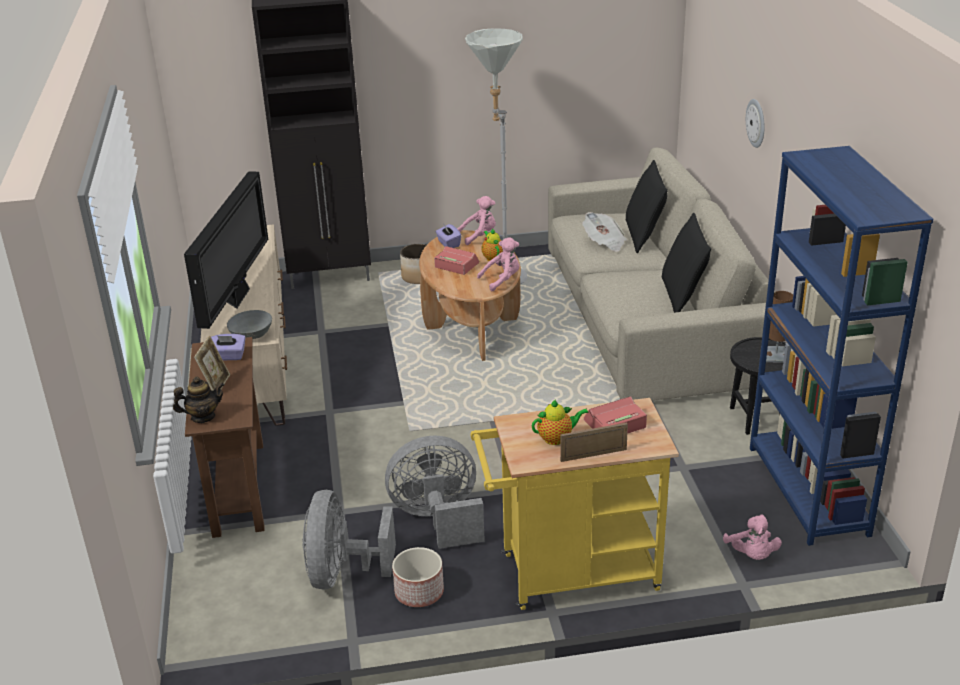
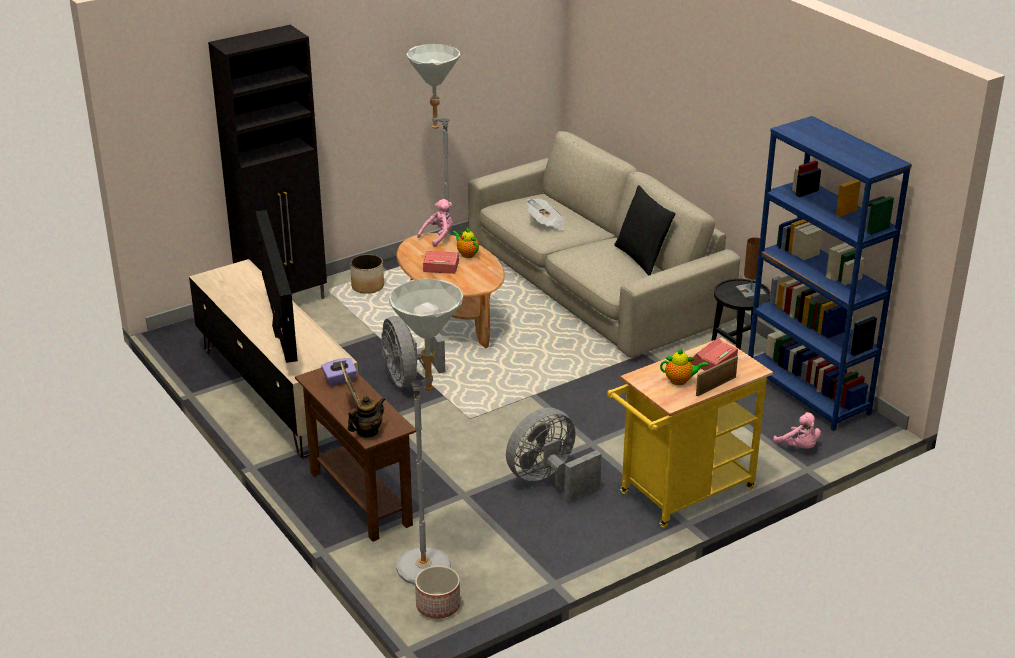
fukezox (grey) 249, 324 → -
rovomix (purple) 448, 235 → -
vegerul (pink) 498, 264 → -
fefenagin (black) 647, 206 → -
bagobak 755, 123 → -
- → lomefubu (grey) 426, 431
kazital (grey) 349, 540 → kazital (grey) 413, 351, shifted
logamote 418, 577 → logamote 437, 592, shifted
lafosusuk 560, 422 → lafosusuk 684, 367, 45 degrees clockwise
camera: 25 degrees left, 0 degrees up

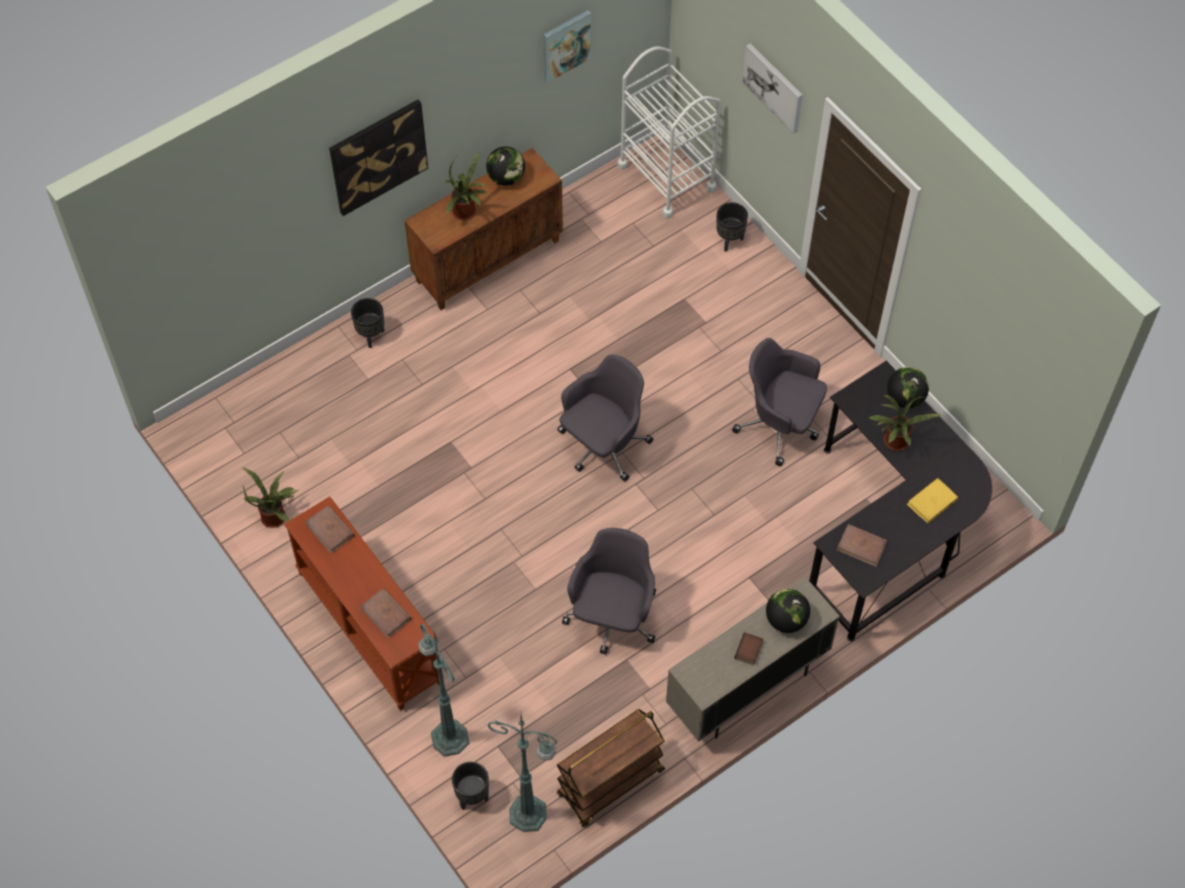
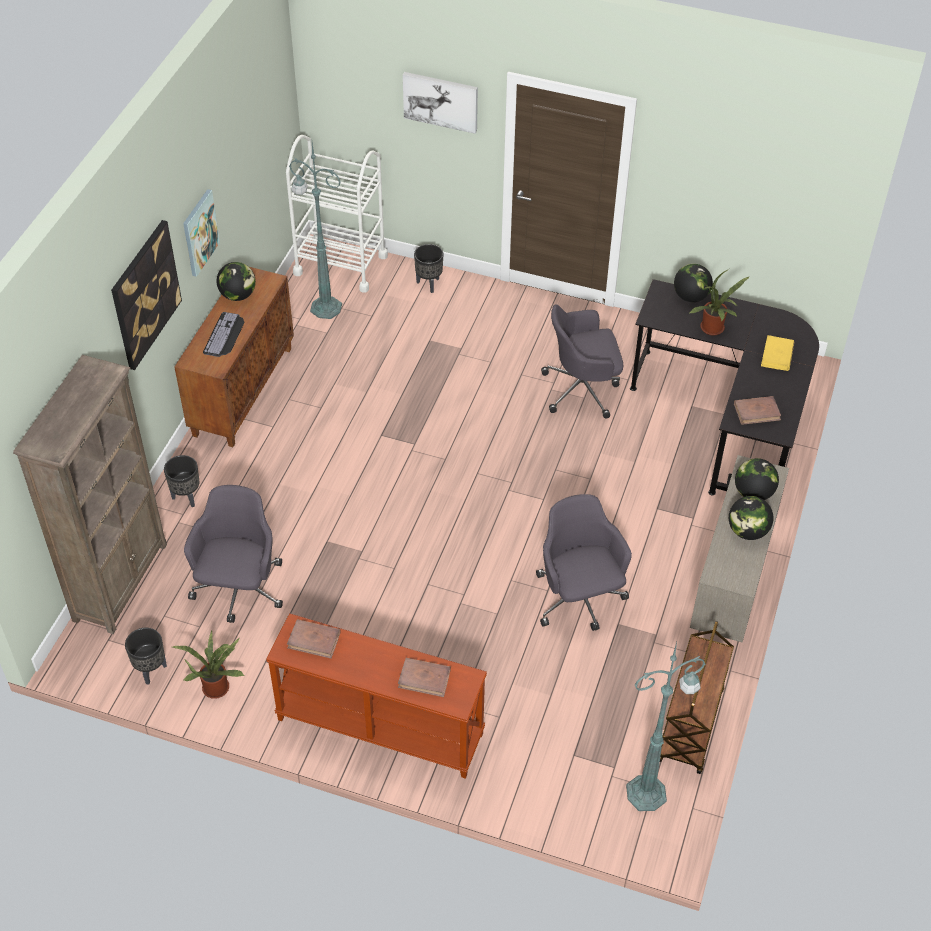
- → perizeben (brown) 90, 494
lomefubu (green) 443, 690 → lomefubu (green) 315, 231, shifted
logamote (black) 470, 786 → logamote (black) 146, 656, shifted
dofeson 567, 46 → dofeson 201, 233, shifted
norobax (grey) 605, 417 → norobax (grey) 233, 554, shifted
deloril 466, 185 → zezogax 224, 334
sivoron 748, 649 → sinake 751, 518
camera: 35 degrees left, 10 degrees down

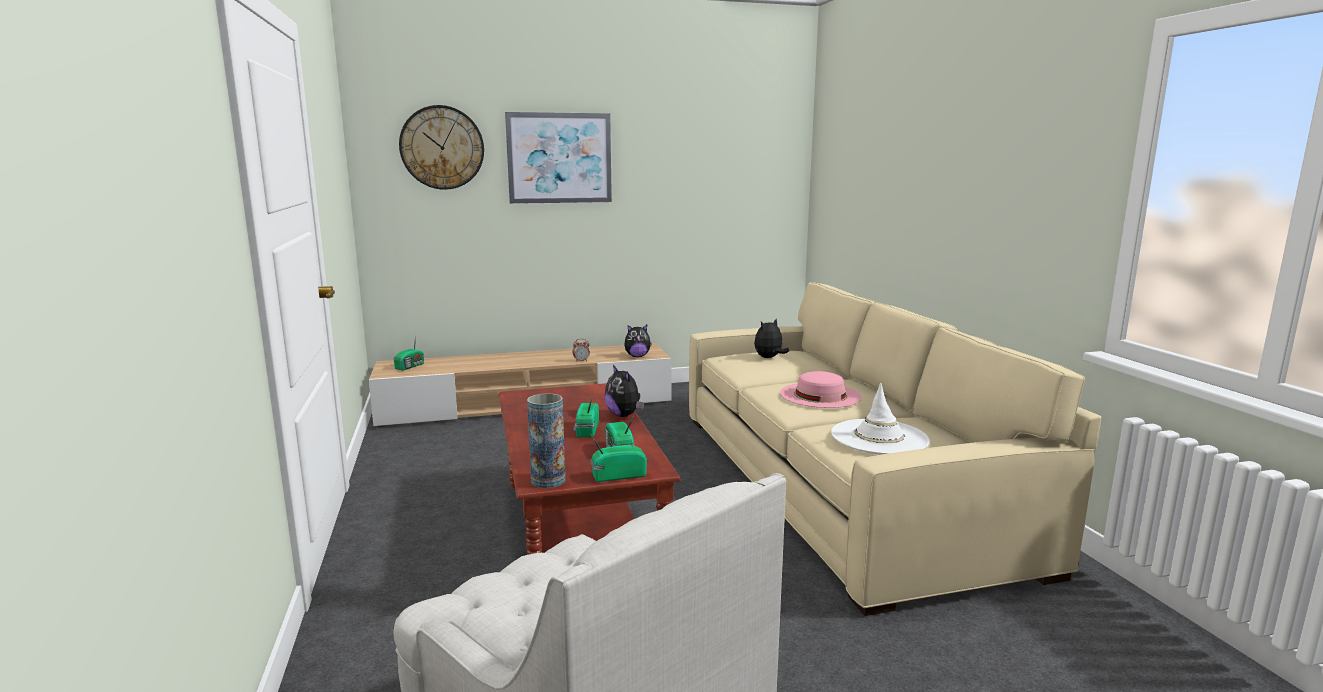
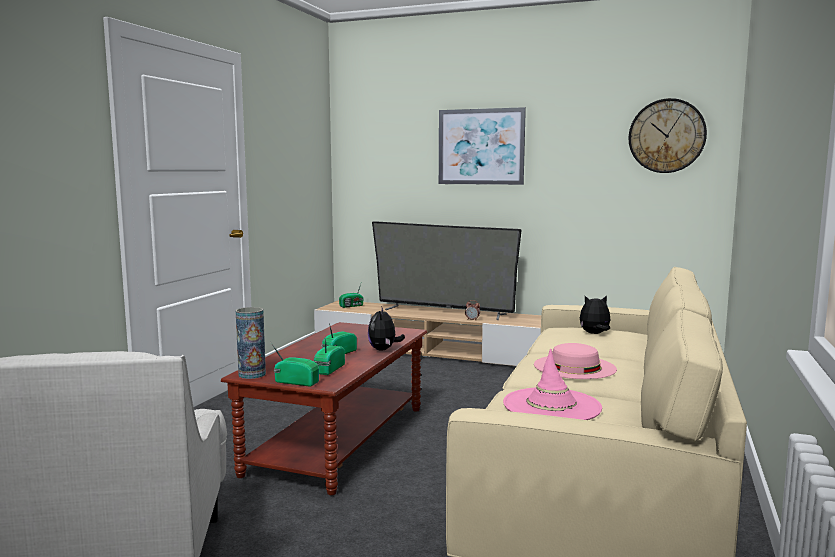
vegerul 638, 341 → -
- → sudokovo 447, 270
bagobak 441, 147 → bagobak 668, 135, shifted
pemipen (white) 880, 419 → pemipen (pink) 552, 384
camera: 35 degrees right, 5 degrees down

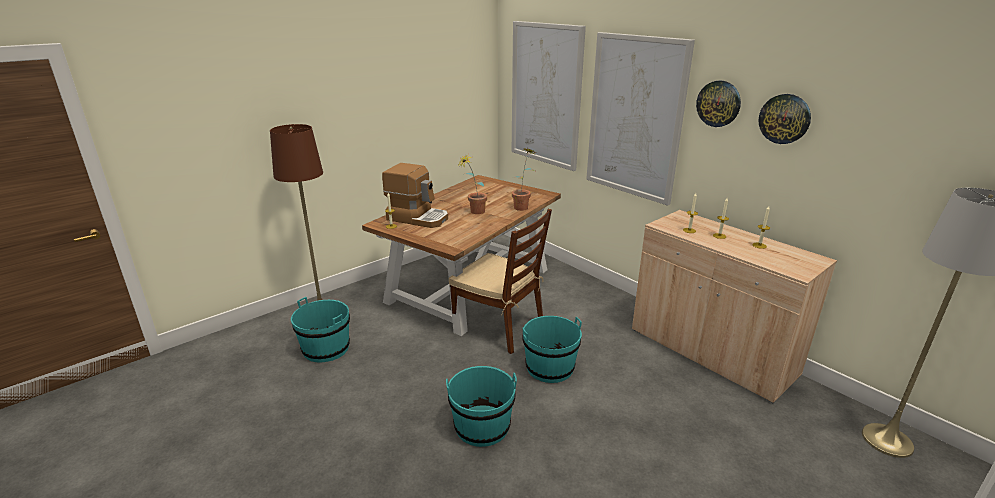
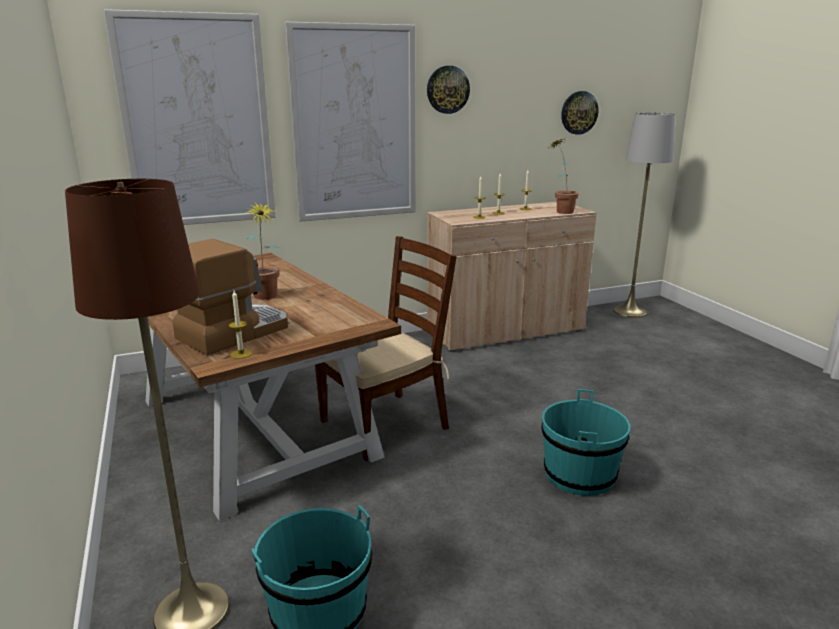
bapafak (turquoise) 552, 349 → -
deloril 523, 179 → deloril 564, 176, shifted
bagobak 784, 119 → bagobak 579, 113, shifted
camera: 70 degrees left, 5 degrees down

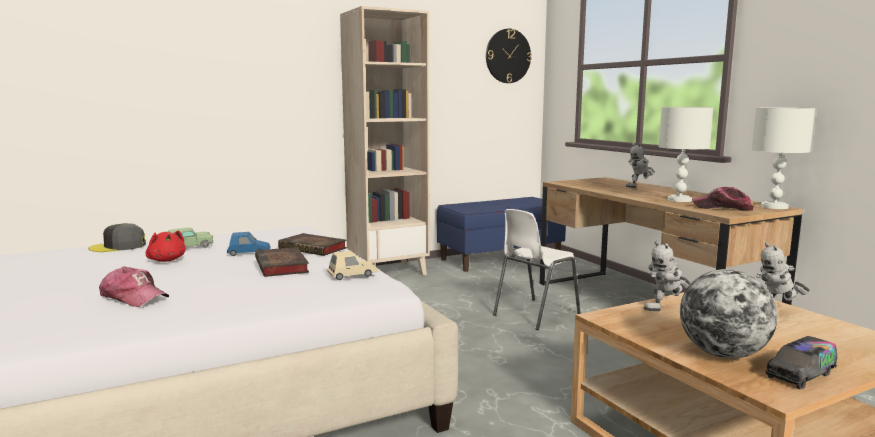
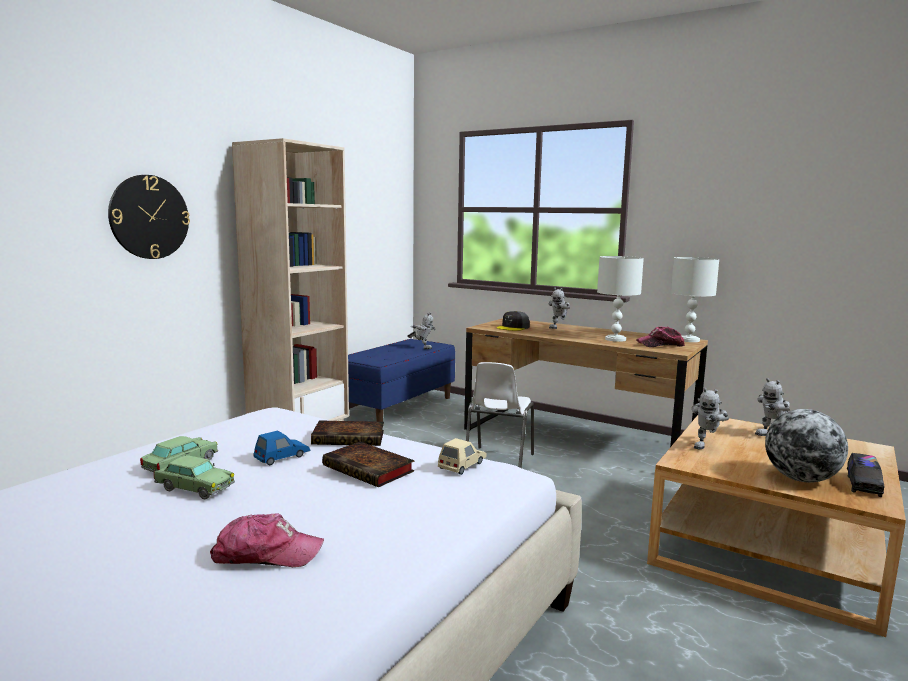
- → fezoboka 421, 330
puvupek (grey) 117, 237 → puvupek (grey) 513, 321, shifted
bagobak 509, 56 → bagobak 149, 217, shifted
vegerul (red) 166, 246 → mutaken 194, 477
camera: 30 degrees left, 0 degrees up

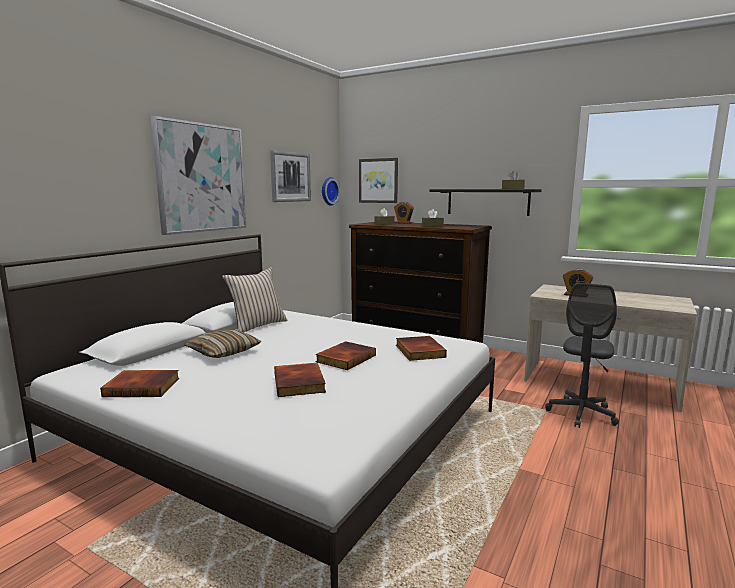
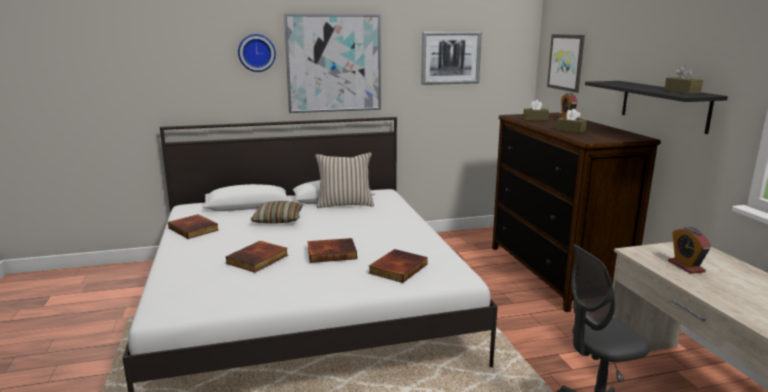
bagobak 331, 191 → bagobak 257, 53, shifted
camera: 45 degrees right, 5 degrees up

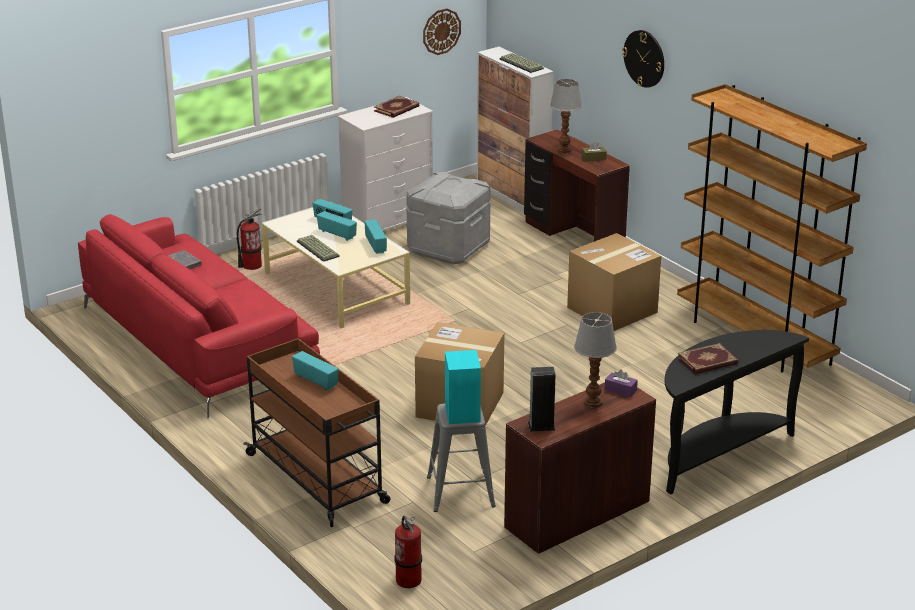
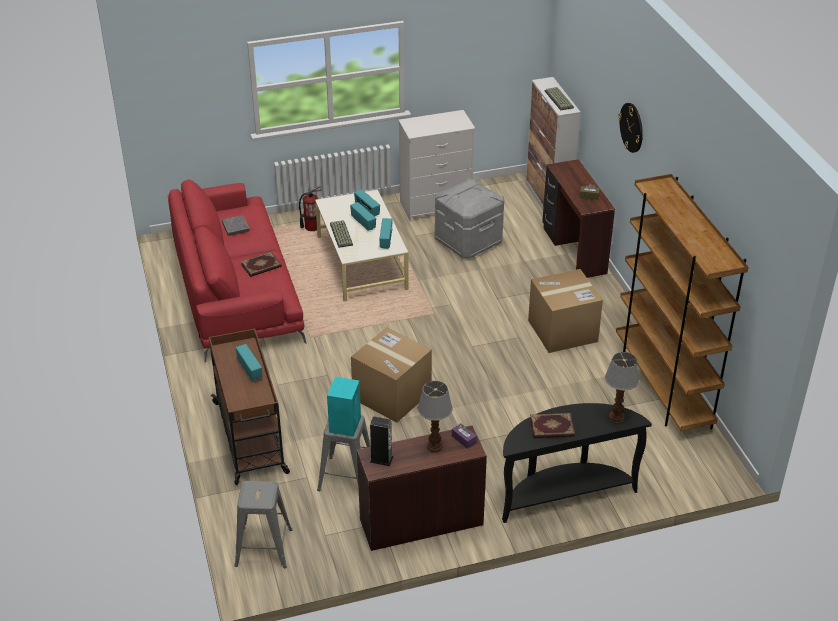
bagobak 442, 32 → -
sivoron 396, 107 → sivoron 261, 264, shifted
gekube 566, 116 → gekube 622, 387, shifted
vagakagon 408, 552 → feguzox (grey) 263, 524
camera: 20 degrees right, 10 degrees up

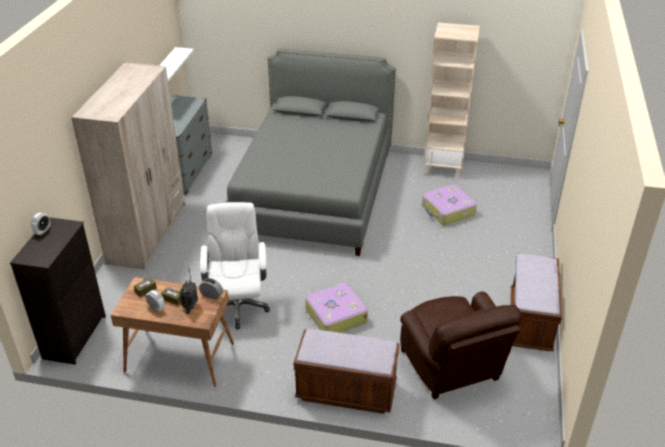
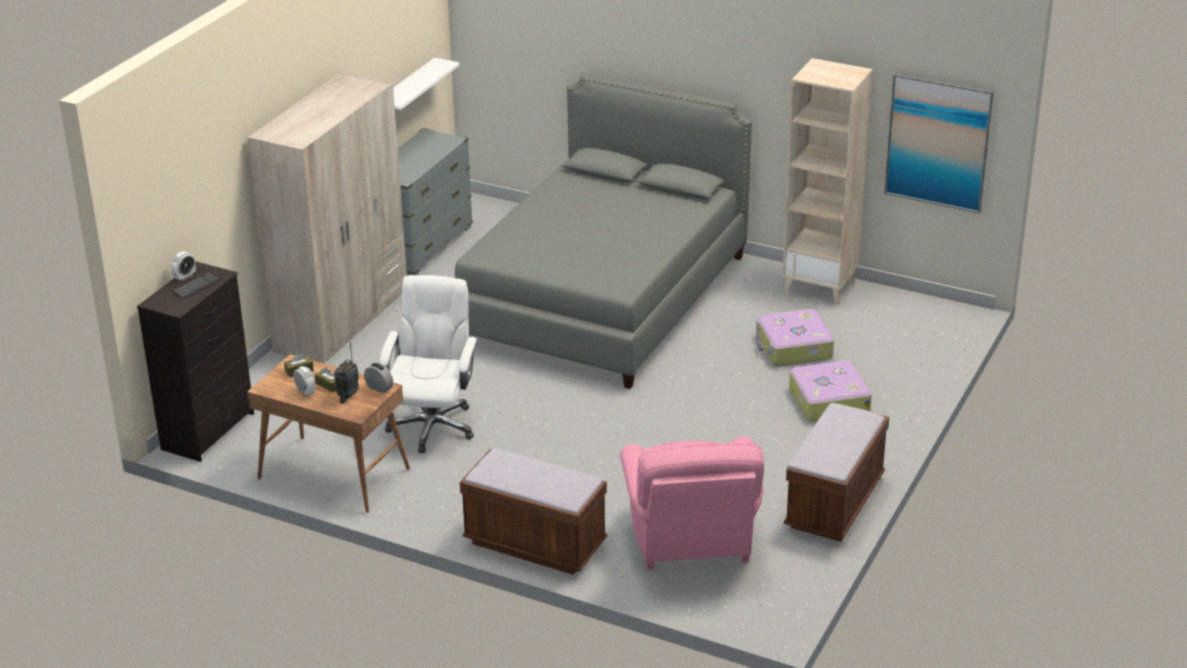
- → zezogax 196, 285
- → dofeson 939, 143
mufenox 336, 308 → mufenox 830, 391, shifted
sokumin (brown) 461, 345 → sokumin (pink) 692, 503
camera: 15 degrees right, 5 degrees down

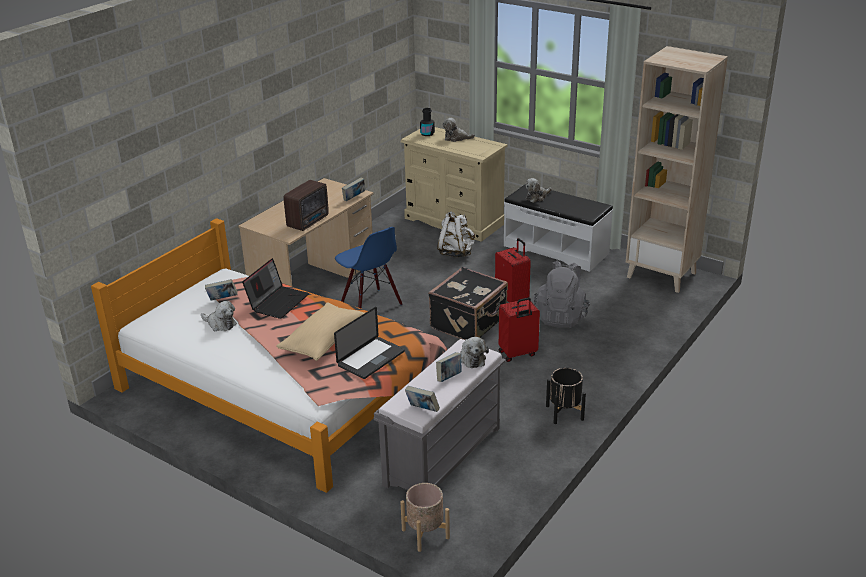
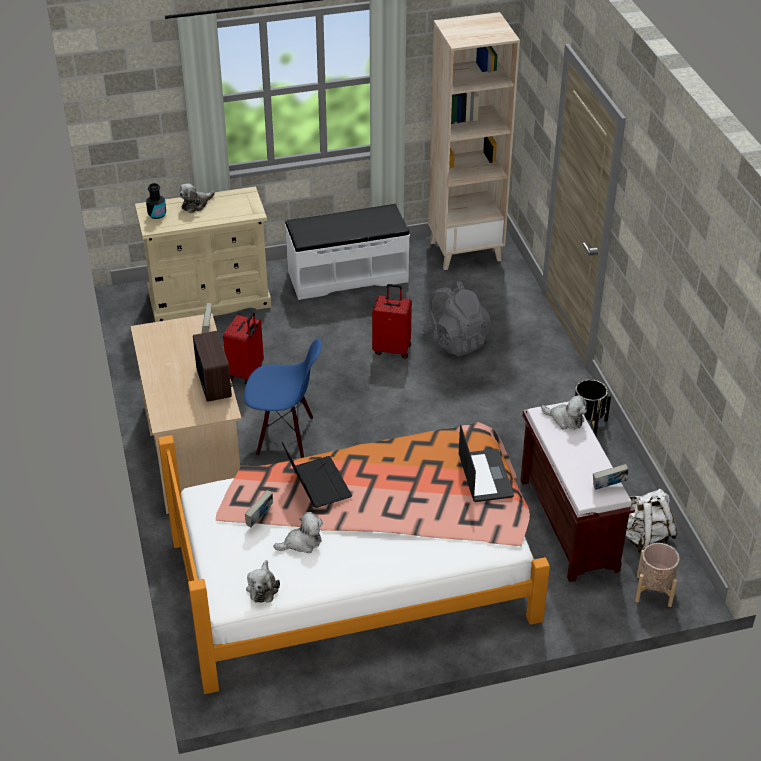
fefenagin (beige) 321, 331 → -
mufenox (black) 468, 303 → -
sivoron 449, 367 → -
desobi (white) 456, 234 → desobi (white) 652, 521, shifted
mufenox (red) 519, 329 → mufenox (red) 243, 348, shifted
vegerul 538, 190 → vegerul 263, 581, shifted
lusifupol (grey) 440, 414 → lusifupol (brown) 577, 492
camera: 50 degrees left, 10 degrees up

